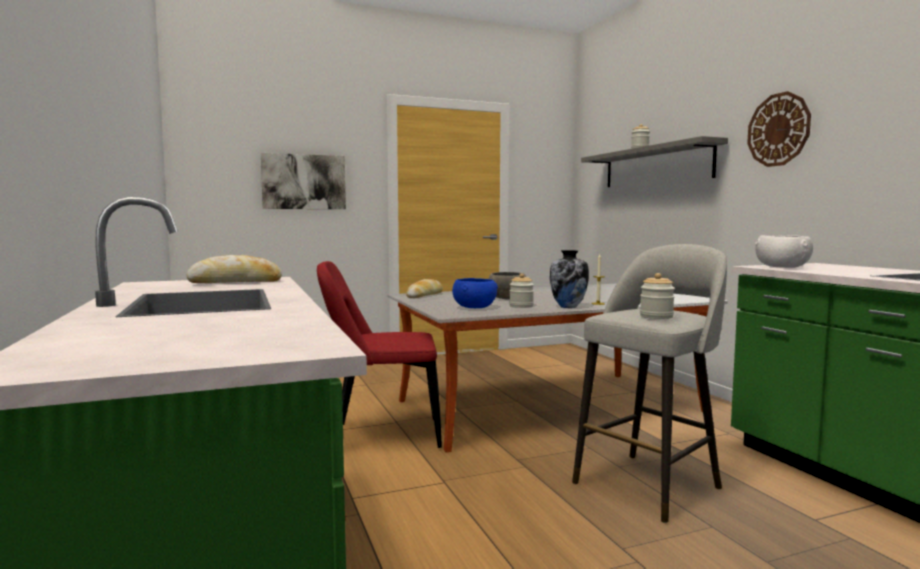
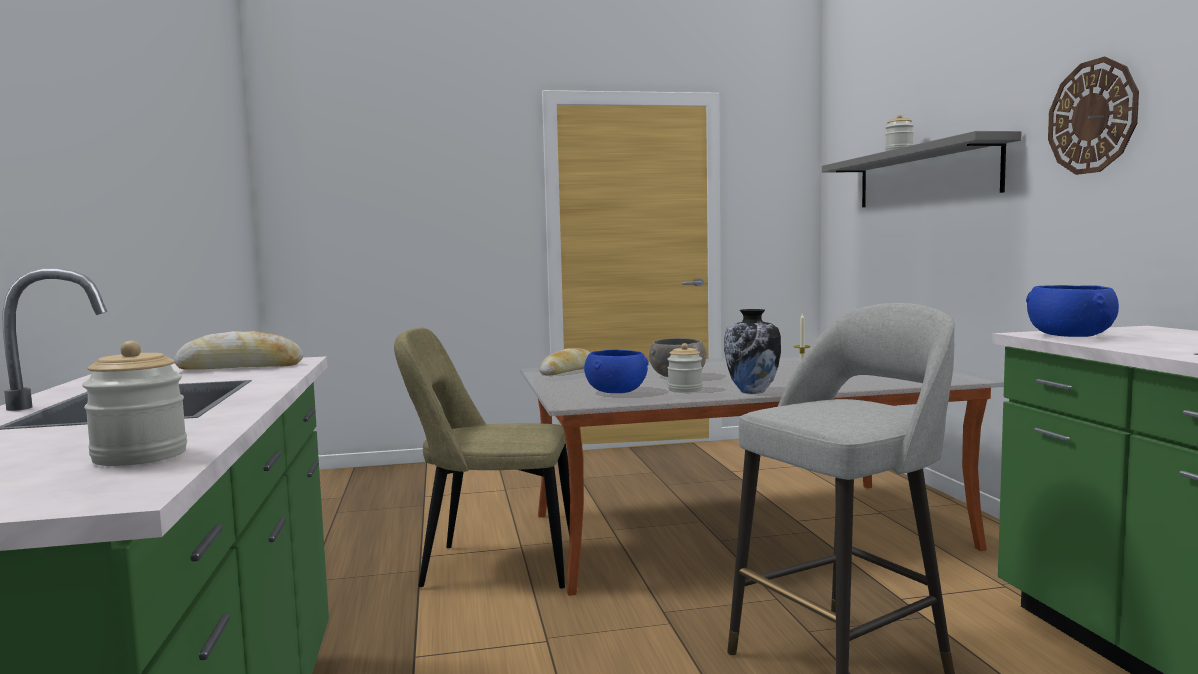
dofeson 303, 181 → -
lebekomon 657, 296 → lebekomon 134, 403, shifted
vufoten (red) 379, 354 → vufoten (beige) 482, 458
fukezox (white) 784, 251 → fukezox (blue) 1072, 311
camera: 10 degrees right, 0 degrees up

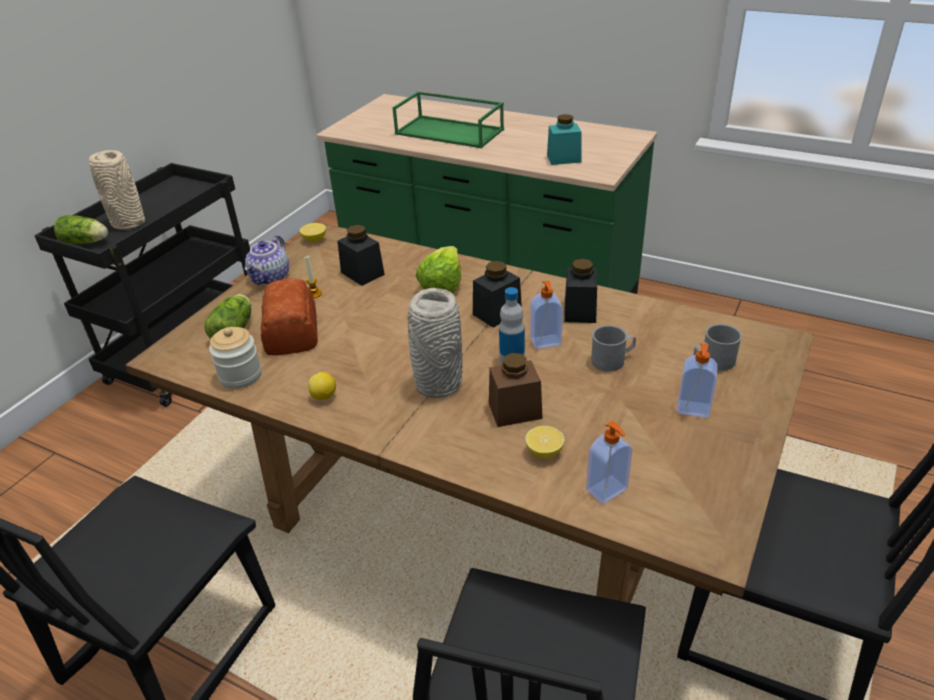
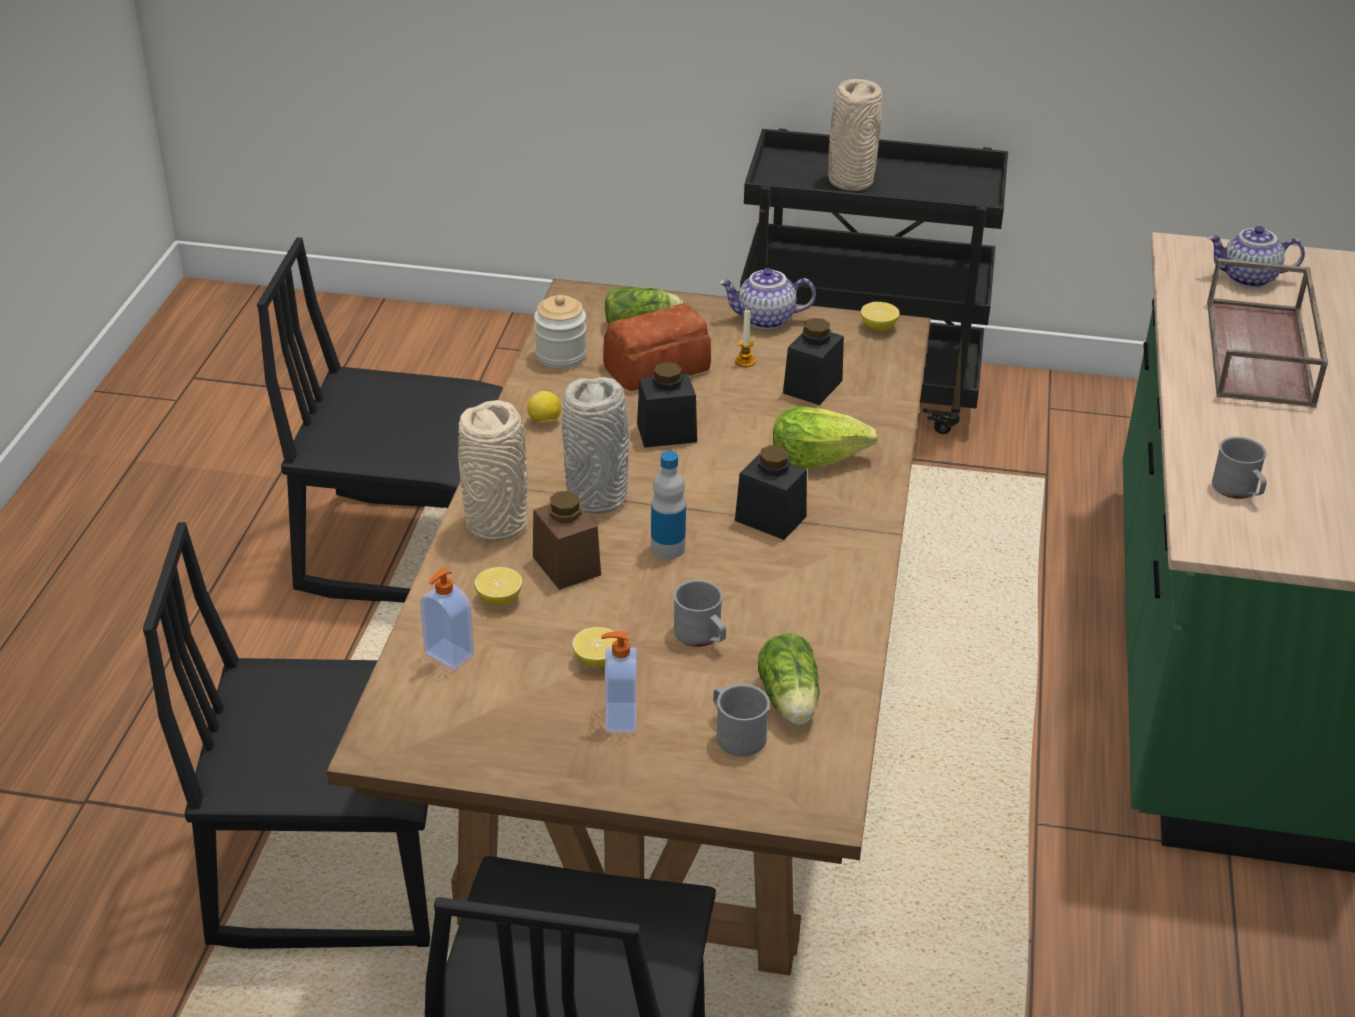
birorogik 546, 315 → -
- → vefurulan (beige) 493, 470
- → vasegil 595, 647
- → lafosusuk 1256, 257
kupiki 81, 229 → kupiki 789, 679, shifted
lebekomon (black) 580, 291 → lebekomon (black) 667, 405, shifted
lebekomon (turquoise) 564, 139 → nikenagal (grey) 1239, 468
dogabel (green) 448, 119 → dogabel (brown) 1267, 333
camera: 70 degrees right, 0 degrees up

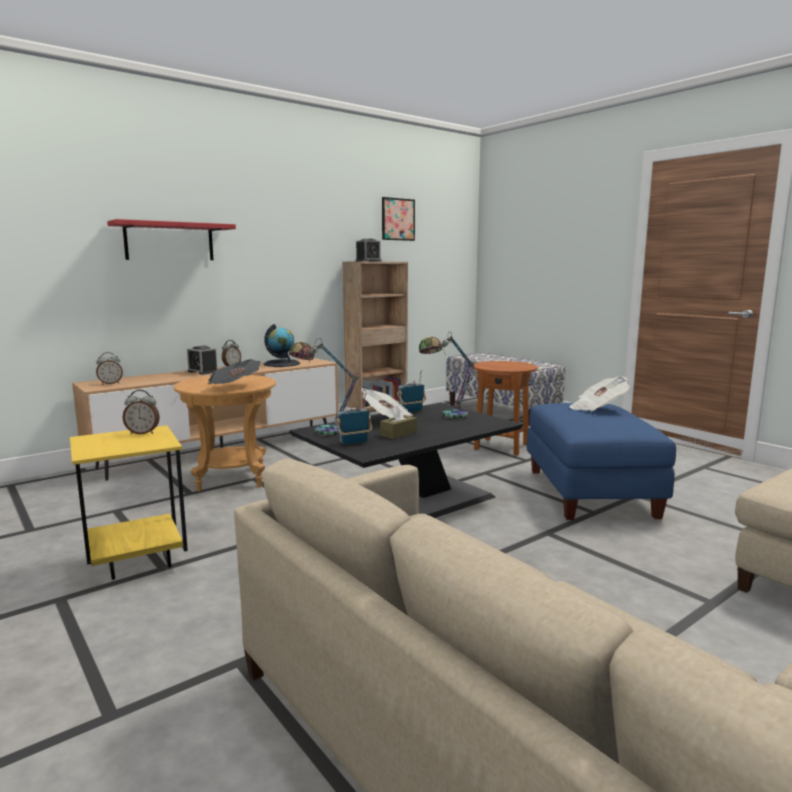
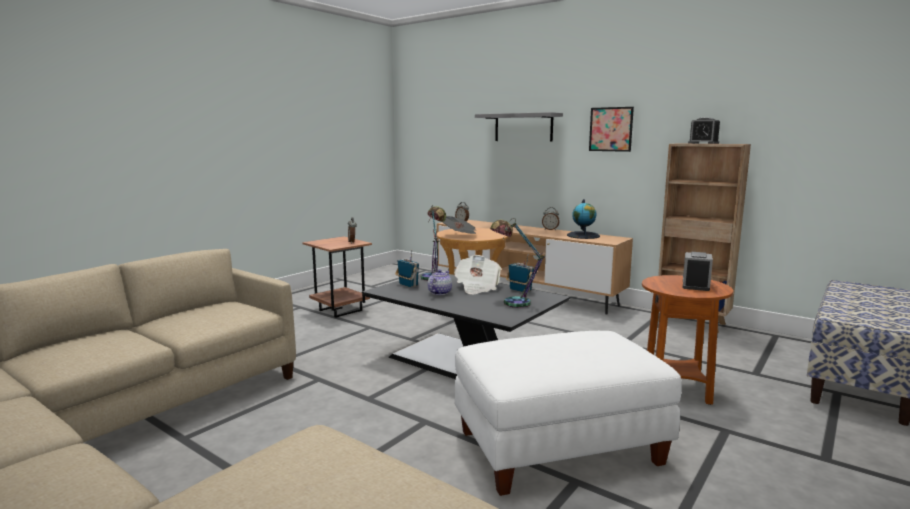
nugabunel 599, 394 → -
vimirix 202, 360 → vimirix 698, 271, shifted
dofeson 398, 219 → dofeson 611, 129, shifted
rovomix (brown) 398, 422 → lafosusuk 440, 282
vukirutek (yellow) 129, 503 → vukirutek (brown) 337, 277
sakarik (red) 171, 239 → sakarik (grey) 519, 127
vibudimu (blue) 601, 461 → vibudimu (white) 568, 413
camera: 75 degrees right, 0 degrees up

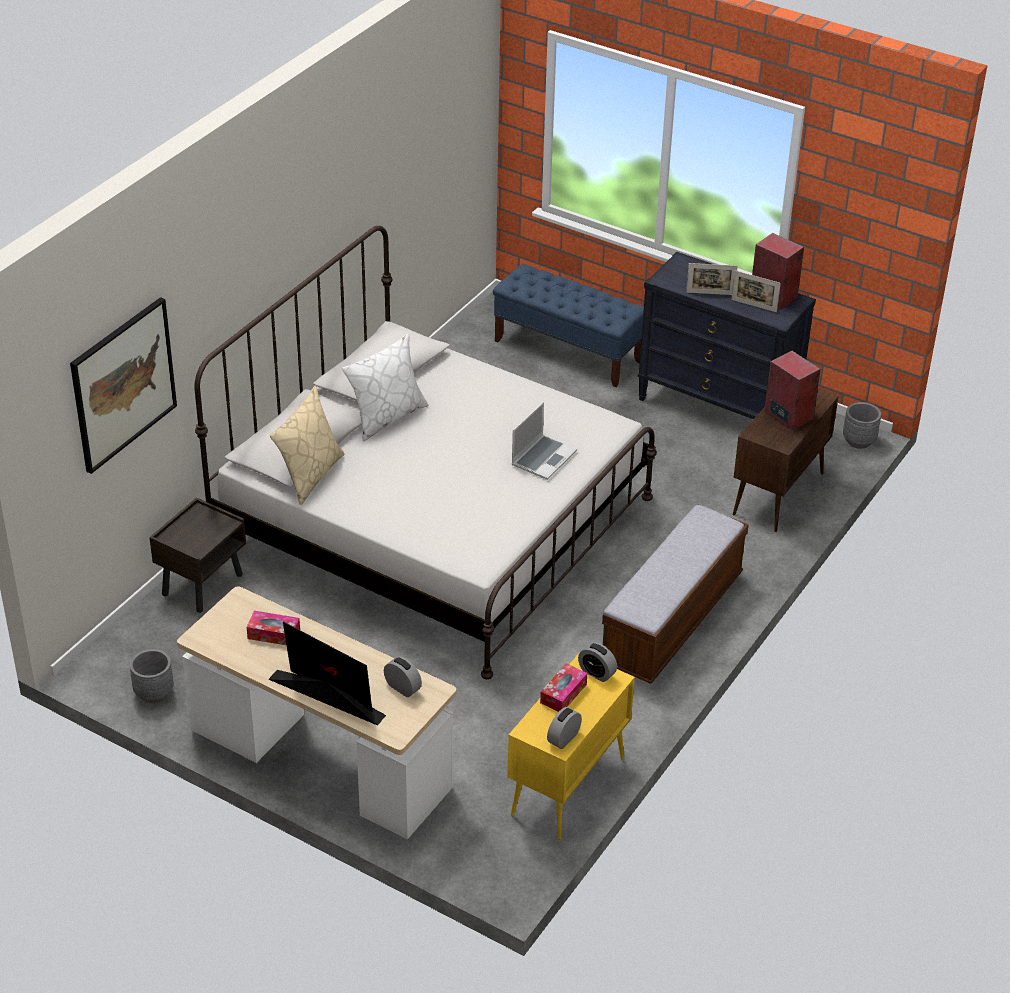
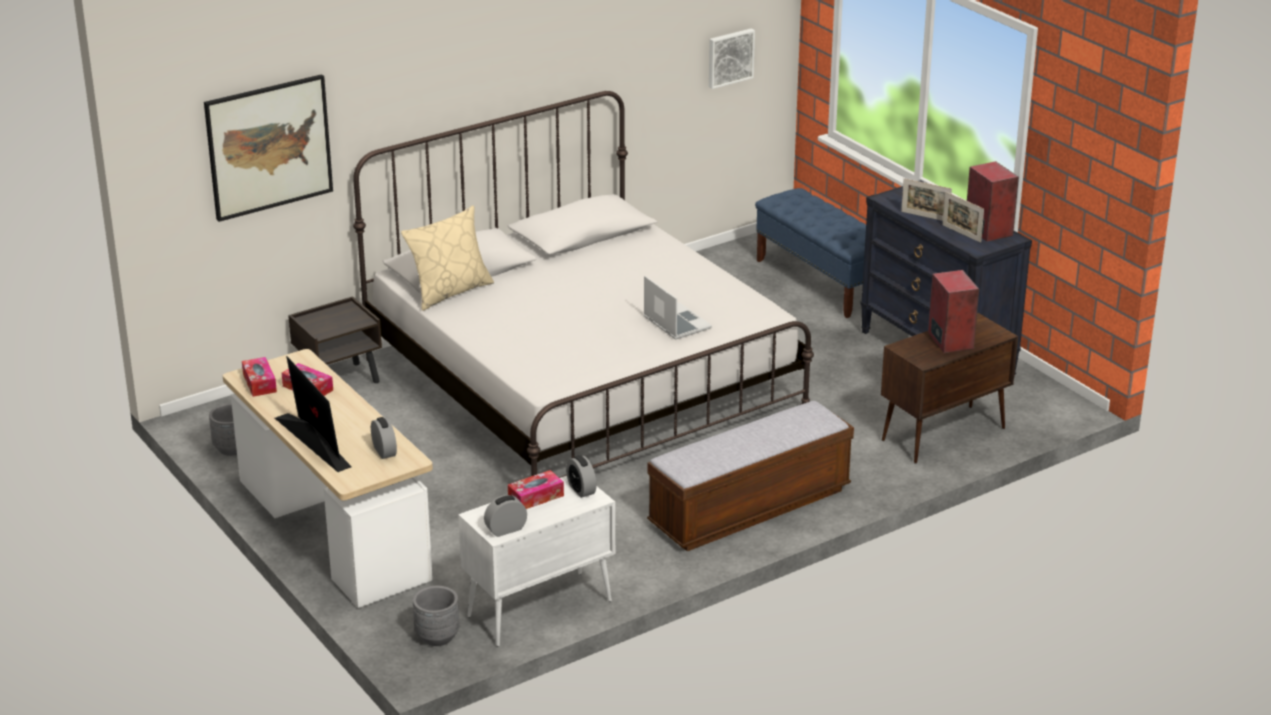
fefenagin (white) 385, 387 → -
- → rovomix 259, 377
- → dofeson 732, 59
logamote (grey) 862, 425 → logamote (grey) 436, 616, shifted
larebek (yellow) 571, 746 → larebek (white) 536, 561
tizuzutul 544, 441 → tizuzutul 678, 308, 90 degrees counterclockwise
camera: 25 degrees right, 10 degrees down

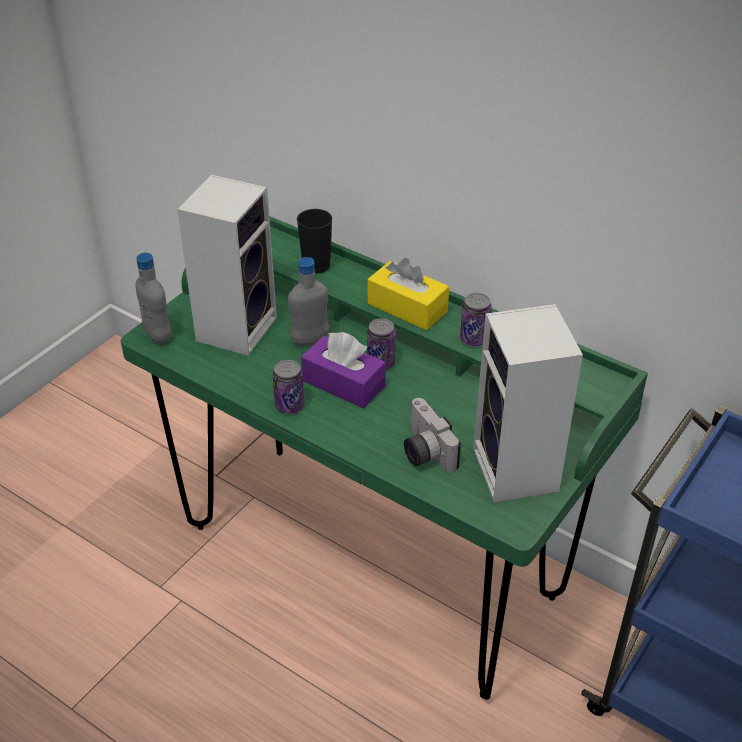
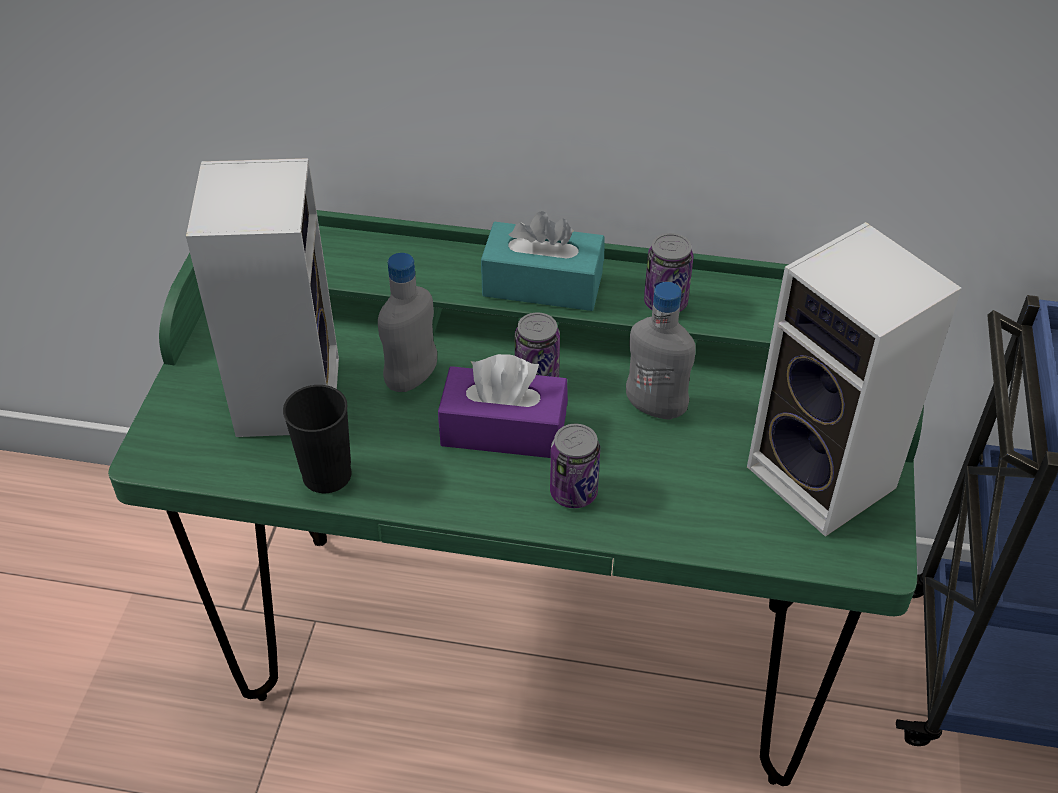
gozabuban 432, 435 → -
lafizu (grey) 153, 298 → lafizu (grey) 661, 351, shifted
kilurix 289, 387 → kilurix 575, 466, shifted
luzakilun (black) 314, 241 → luzakilun (black) 317, 439, shifted
rovomix (yellow) 408, 294 → rovomix (turquoise) 543, 261
camera: 25 degrees left, 5 degrees up

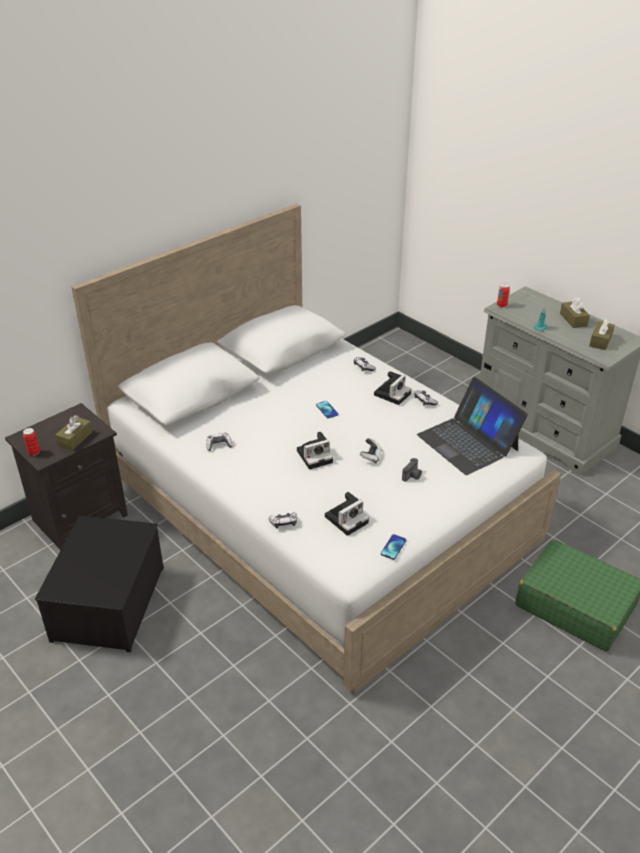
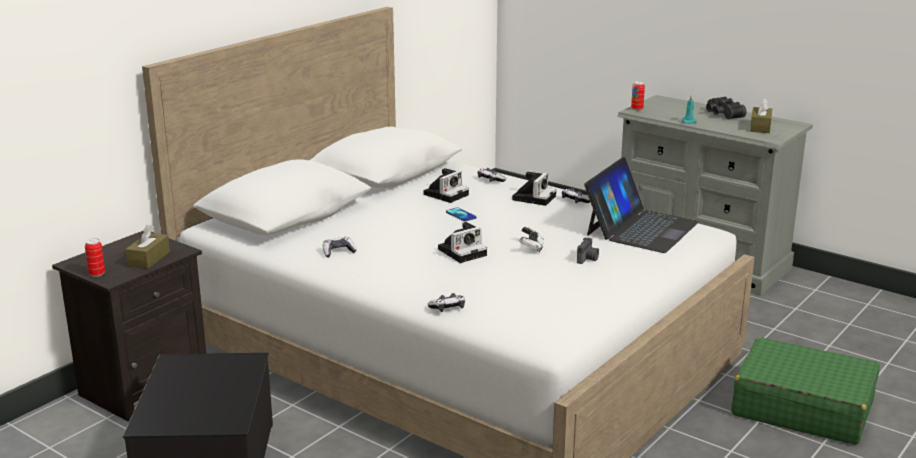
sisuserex 393, 547 → -
gozabuban 347, 514 → gozabuban 446, 185, shifted
rovomix (brown) 575, 312 → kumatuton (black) 726, 108
tizuzutul 472, 426 → tizuzutul 641, 205, 105 degrees counterclockwise
camera: 10 degrees left, 15 degrees down

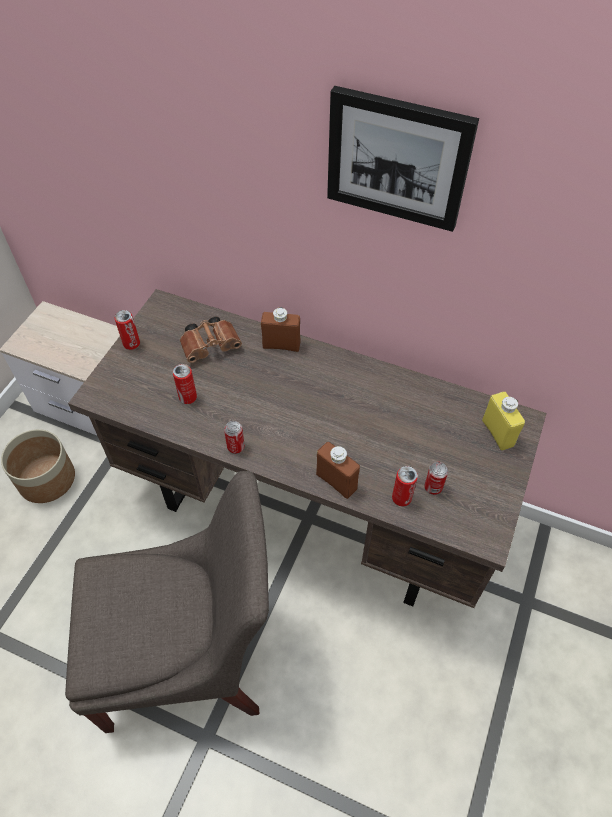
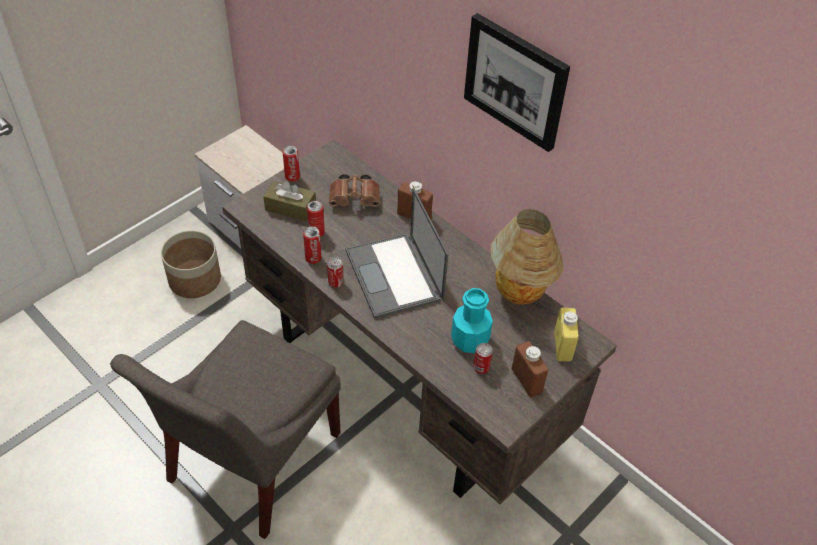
- → rovomix (brown) 289, 201
- → tizuzutul 397, 253
- → lafizu (turquoise) 472, 320
- → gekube 527, 257
lafizu (brown) 338, 470 → lafizu (brown) 529, 369, shifted
kilurix 405, 486 → kilurix 312, 245, shifted
vufoten (grey) 167, 602 → vufoten (grey) 225, 429, 105 degrees clockwise
camera: 20 degrees right, 5 degrees down

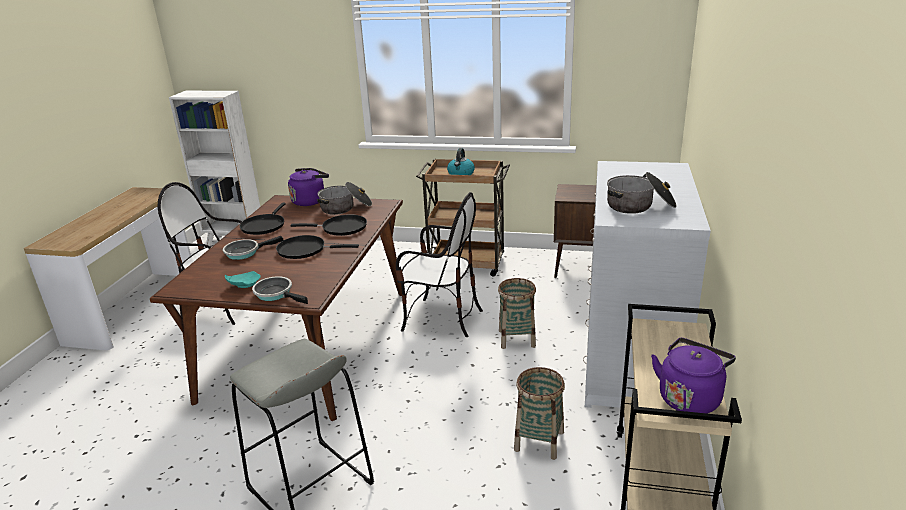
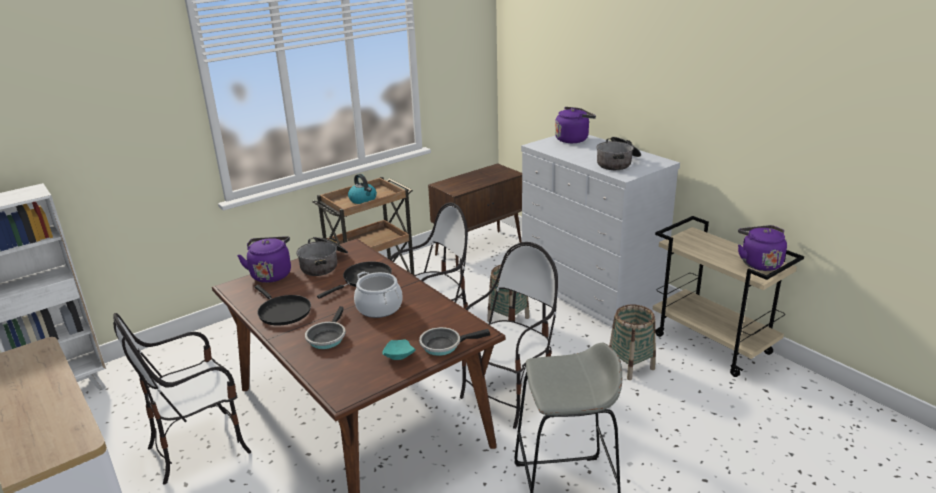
- → vufoten 509, 335
- → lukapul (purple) 575, 125
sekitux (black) 317, 247 → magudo 378, 294
camera: 50 degrees left, 0 degrees up

